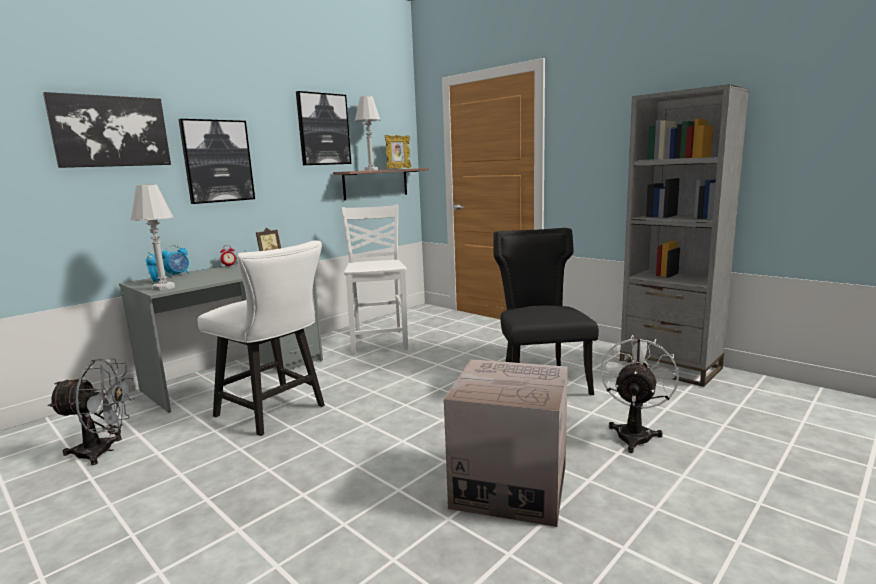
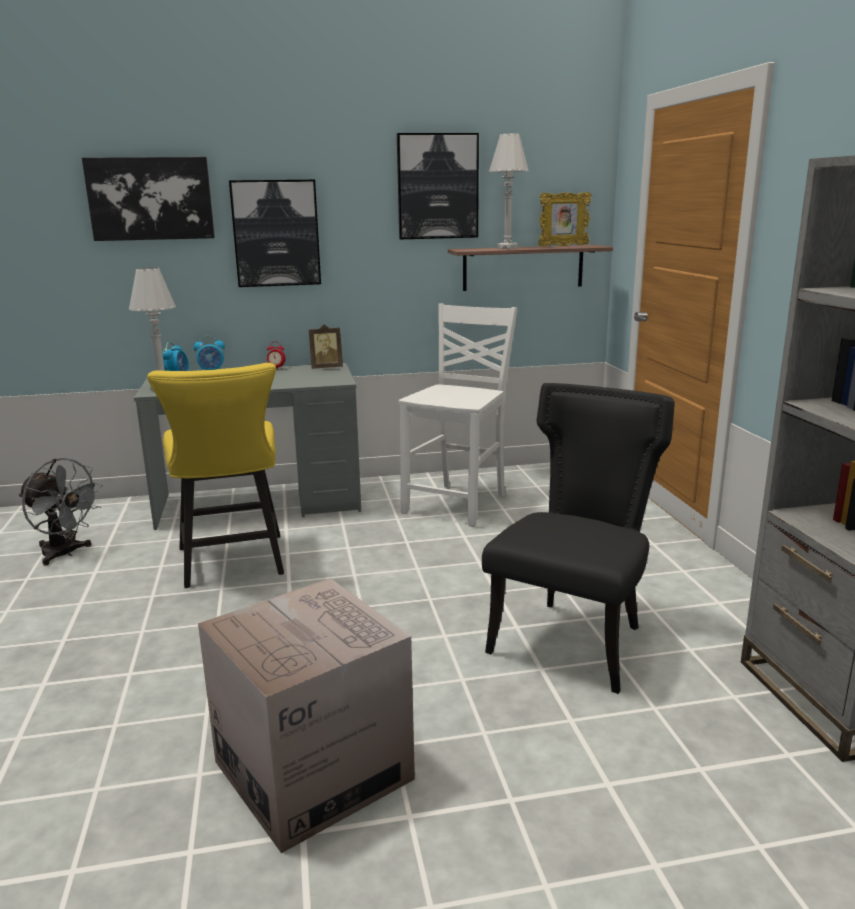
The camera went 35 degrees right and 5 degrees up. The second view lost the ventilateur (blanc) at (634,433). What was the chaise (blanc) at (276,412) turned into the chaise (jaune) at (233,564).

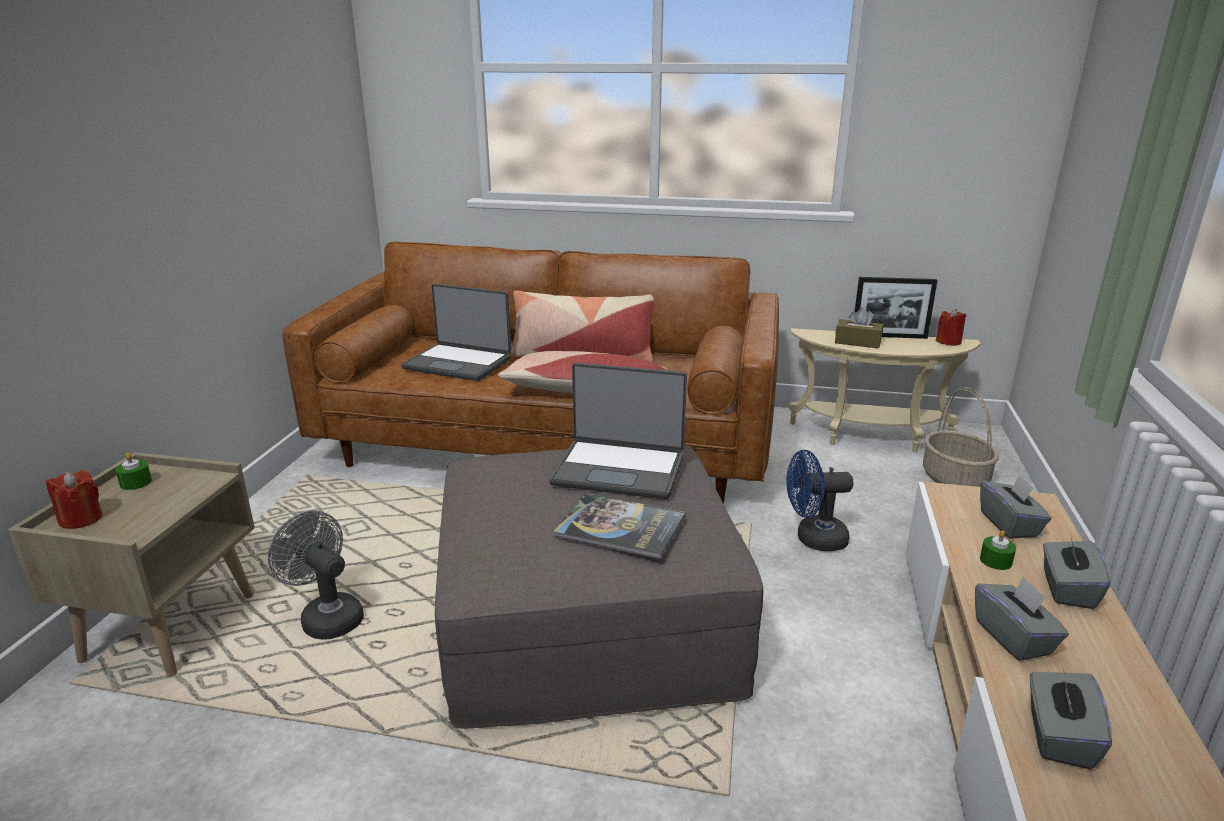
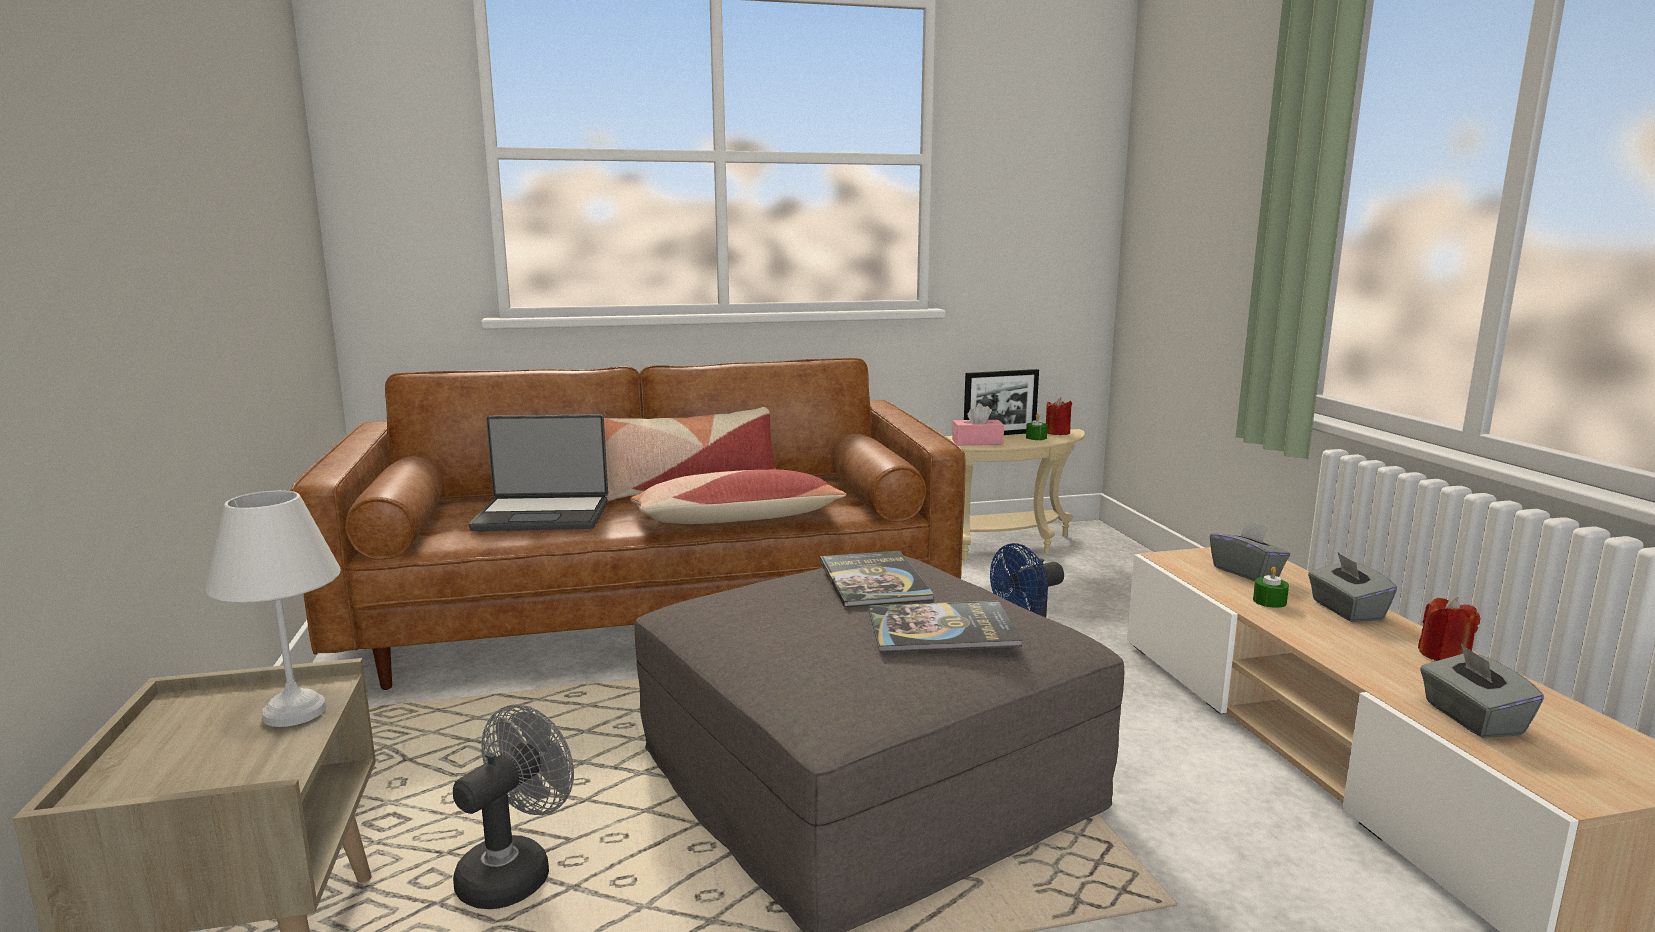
The camera went 25 degrees left and 10 degrees down. The second view lost the panier at (955,479). The second view lost the boîte à mouchoirs (gris) at (1013,637). The second view gained the lampe de table (blanc) at (298,711). The bougie (rouge) ended up elsewhere, having gone from (81,519) to (1444,656). The bougie (vert) ended up elsewhere, having gone from (136,483) to (1036,437). Where the ordinateur portable stood at (619,469), the livre came to stand at (873,580). What was the boîte à mouchoirs (marron) at (857,342) turned into the boîte à mouchoirs (rose) at (977,442). The ventilateur (gris) at (326,617) ended up facing another way, 105 degrees clockwise from before.

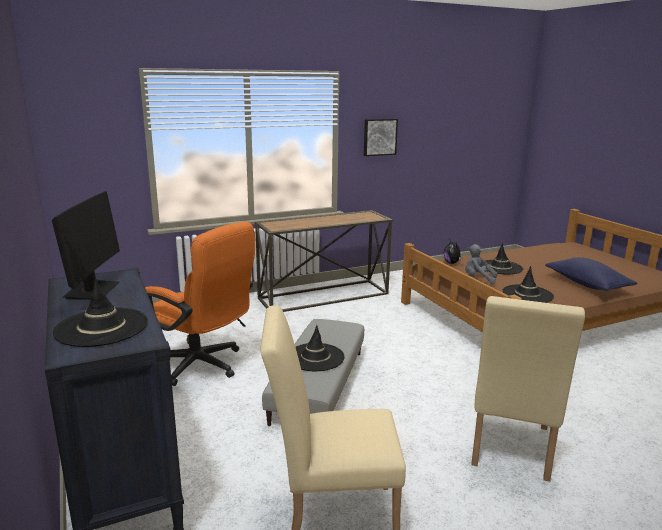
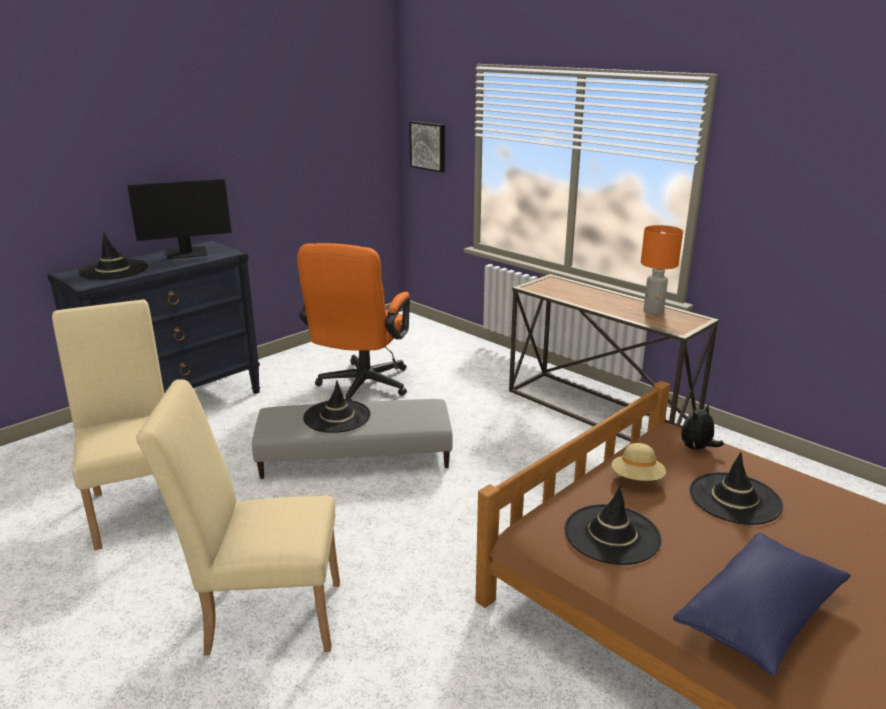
The camera went 70 degrees right and 5 degrees up. The second view gained the lampe de table (orange) at (654,311). The tableau ended up elsewhere, having gone from (379,137) to (428,146). Where the peluche (gris) stood at (478,279), the chapeau (beige) came to stand at (637,479).

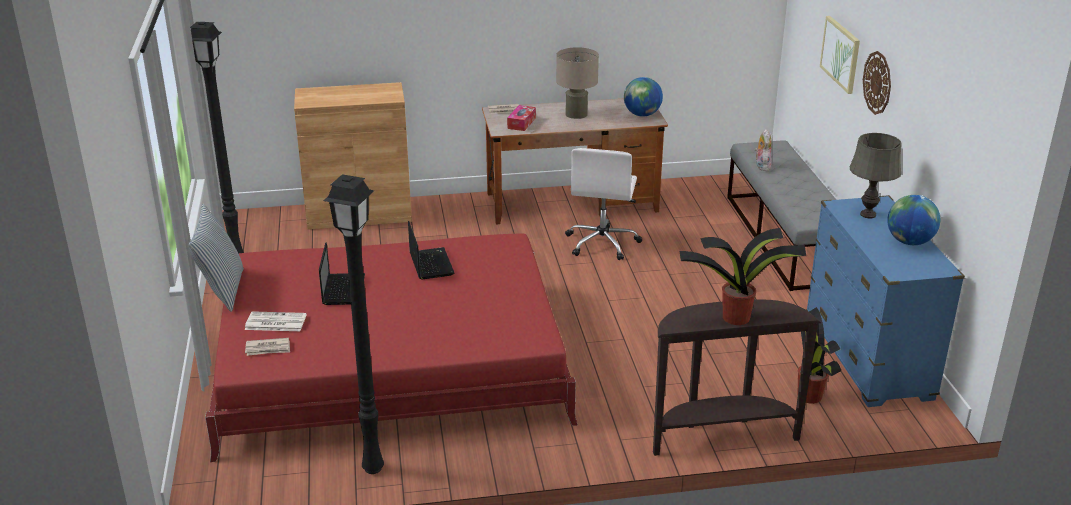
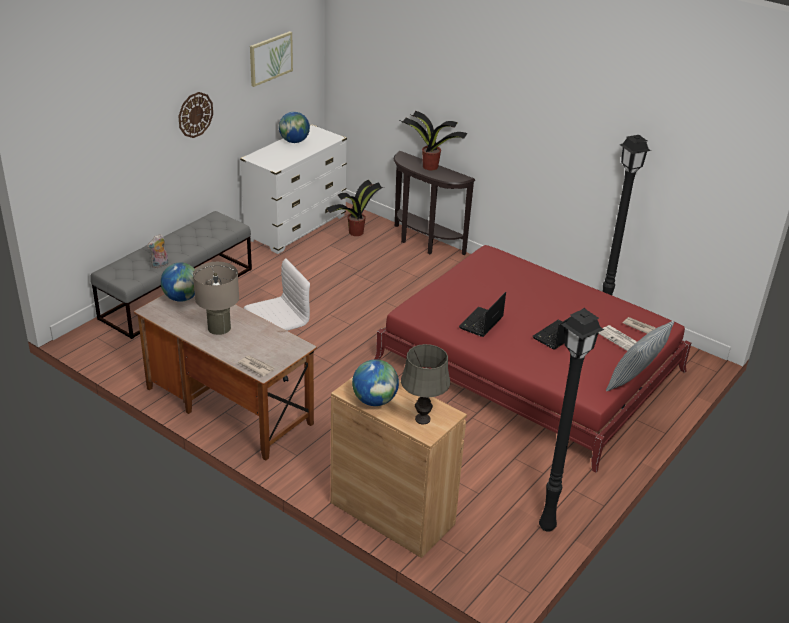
The camera went 135 degrees left and 5 degrees up. The second view lost the boîte à mouchoirs at (521,123). The second view gained the globe at (375,400). The tableau ended up elsewhere, having gone from (841,54) to (270,58). The lampe de table (gris) ended up elsewhere, having gone from (868,215) to (423,419). What was the commode (bleu) at (868,358) turned into the commode (blanc) at (296,227).

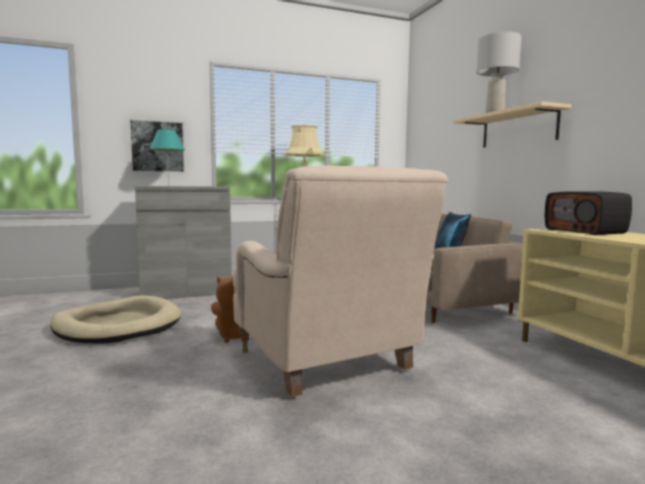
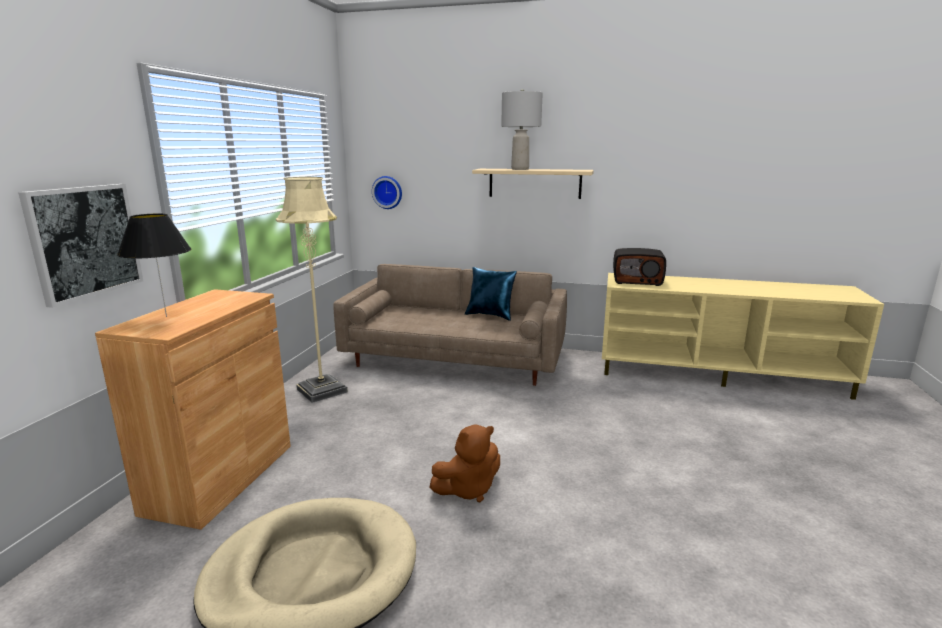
The camera went 55 degrees left and 10 degrees up. The second view lost the fauteuil (beige) at (327,363). The second view gained the horloge murale at (387,192). What was the meuble de rangement (gris) at (186,292) turned into the meuble de rangement (marron) at (220,478). What was the lampe de table (turquoise) at (168,185) turned into the lampe de table (noir) at (166,316).

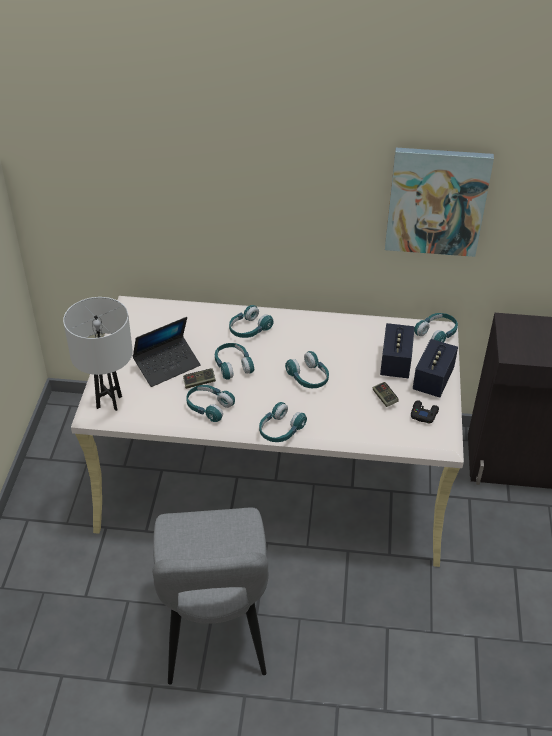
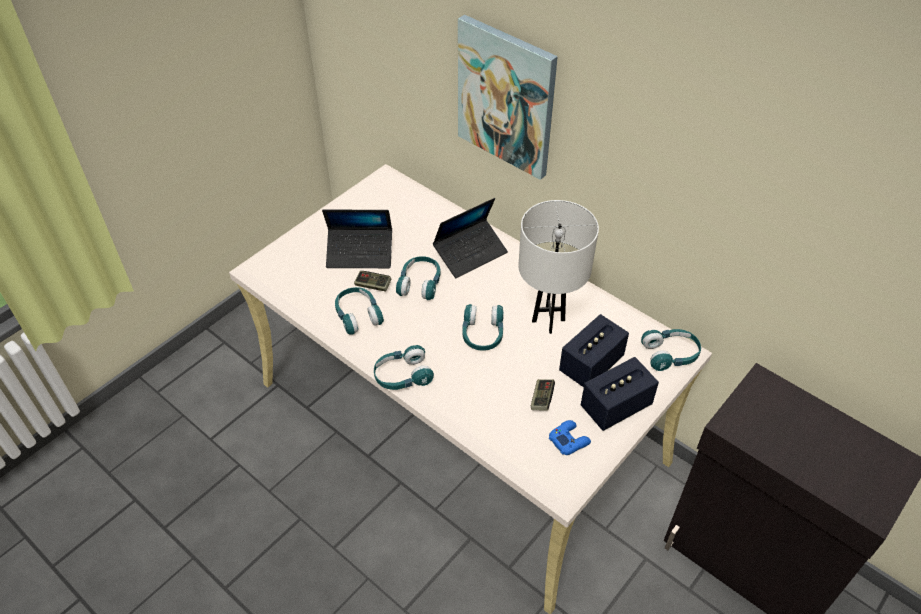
The camera went 35 degrees right and 5 degrees up. The second view lost the chaise (gris) at (214,631). The lampe de table (blanc) ended up elsewhere, having gone from (109,402) to (548,321). The tableau ended up elsewhere, having gone from (436,201) to (506,97). Where the casque audio (turquoise) stood at (249,329), the ordinateur portable came to stand at (470,253). What was the manette (noir) at (423,414) turned into the manette (bleu) at (569,440).

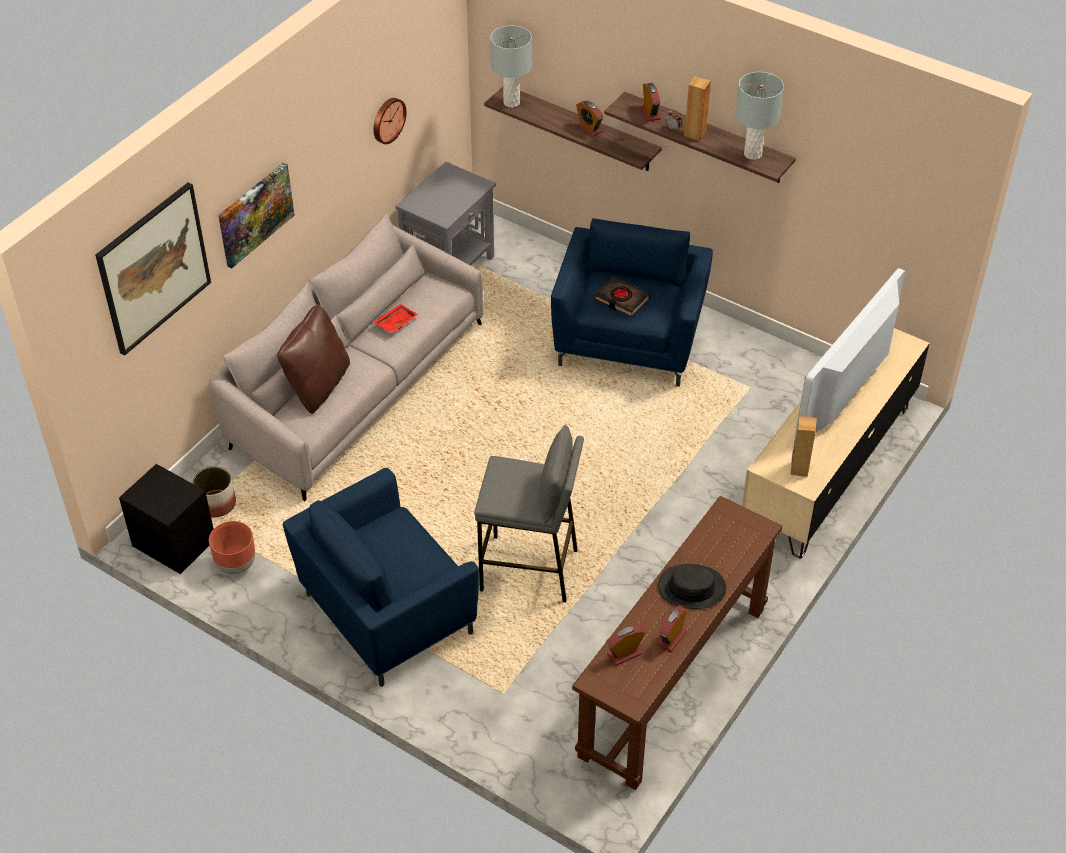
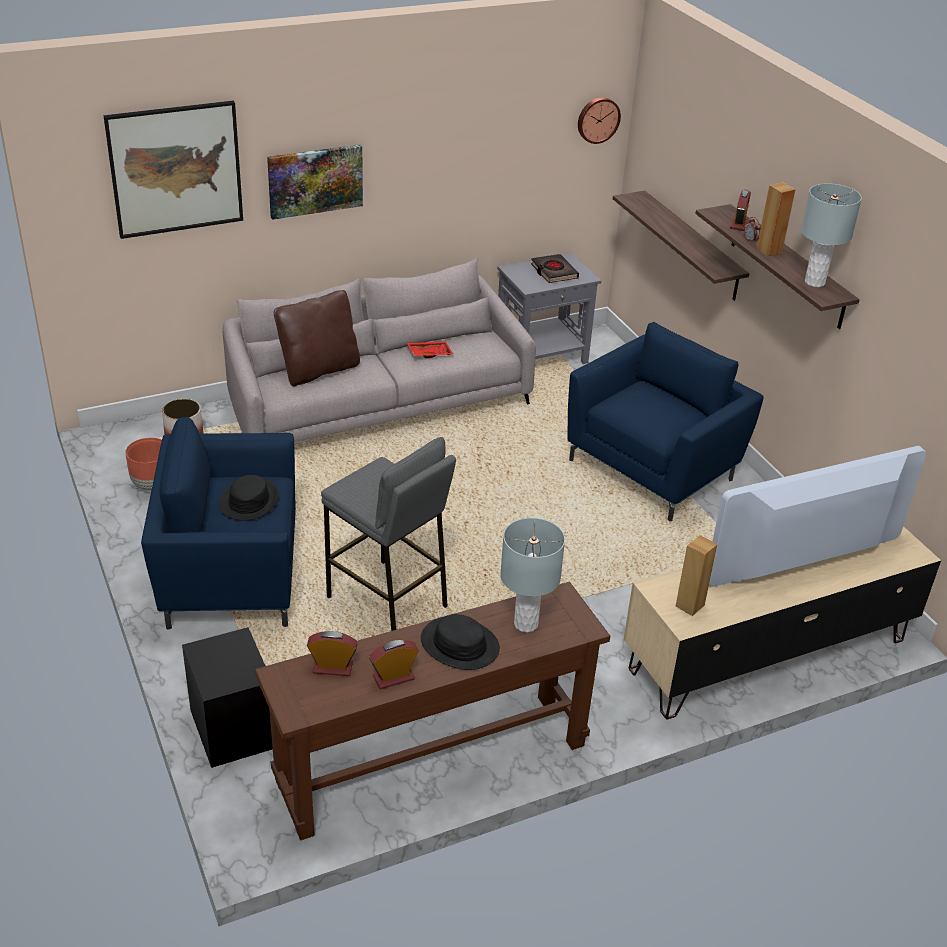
The camera went 30 degrees right and 10 degrees down. The second view lost the réveil at (589,129). The second view gained the chapeau (noir) at (249,500). The table de chevet (noir) ended up elsewhere, having gone from (175,542) to (234,728). The horloge murale ended up elsewhere, having gone from (387,120) to (597,119). The lampe de table (gris) ended up elsewhere, having gone from (511,102) to (526,624). The livre (noir) ended up elsewhere, having gone from (621,299) to (554,272).

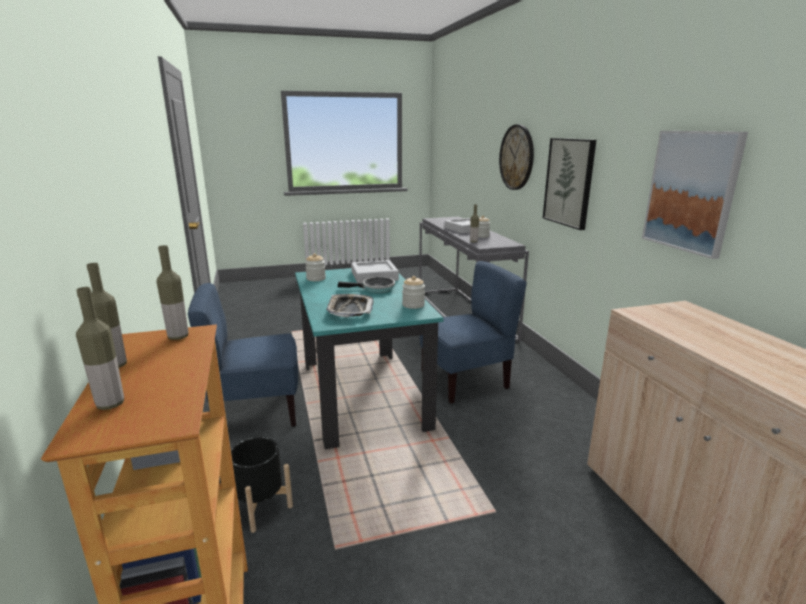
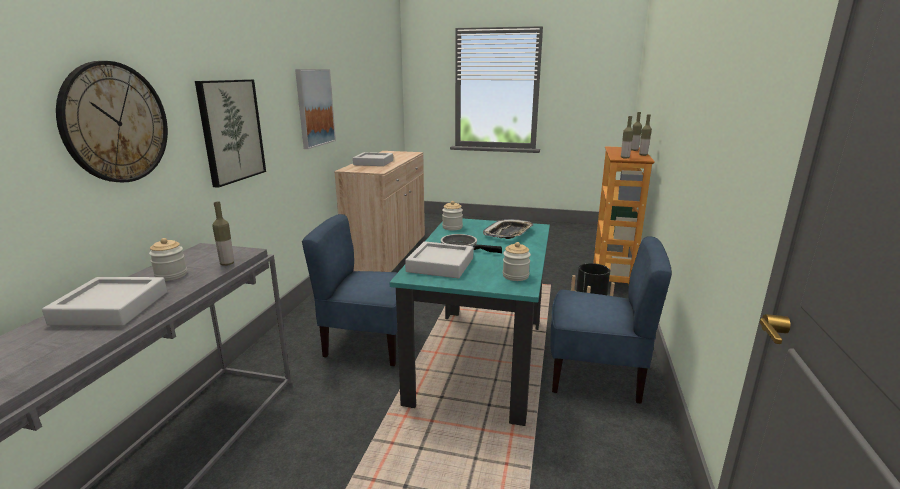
The camera went 150 degrees left and 0 degrees up. The second view gained the plateau (gris) at (373,163).

